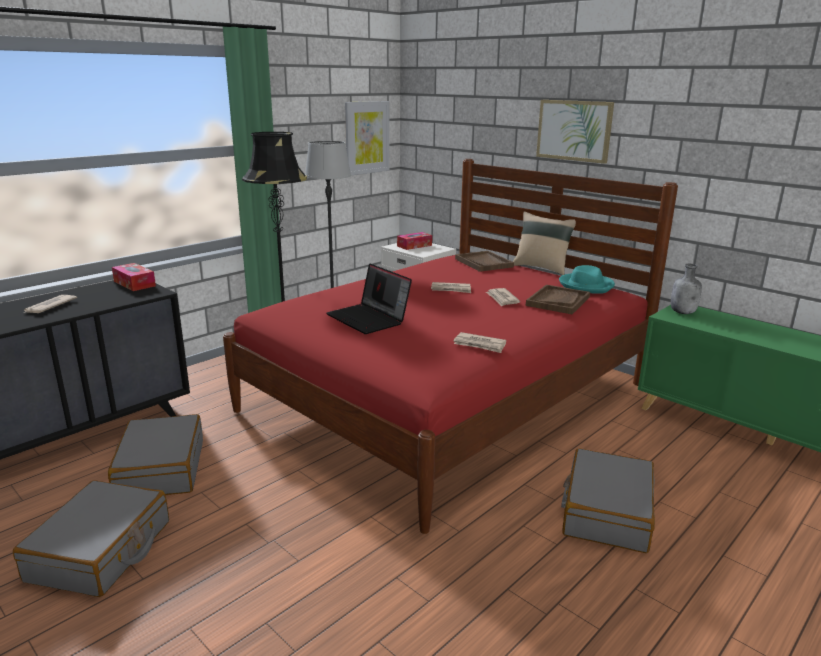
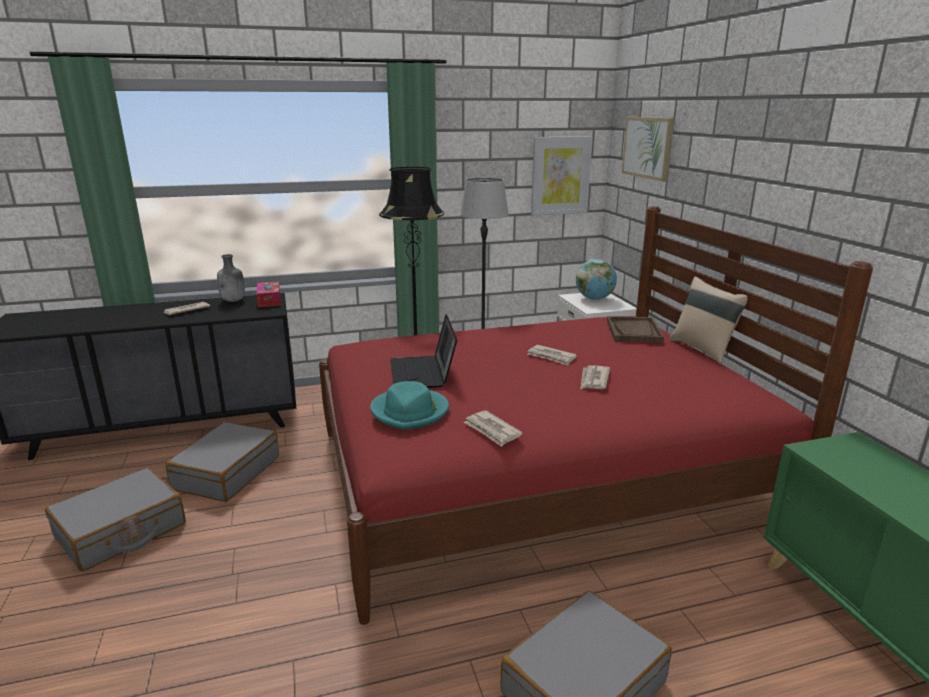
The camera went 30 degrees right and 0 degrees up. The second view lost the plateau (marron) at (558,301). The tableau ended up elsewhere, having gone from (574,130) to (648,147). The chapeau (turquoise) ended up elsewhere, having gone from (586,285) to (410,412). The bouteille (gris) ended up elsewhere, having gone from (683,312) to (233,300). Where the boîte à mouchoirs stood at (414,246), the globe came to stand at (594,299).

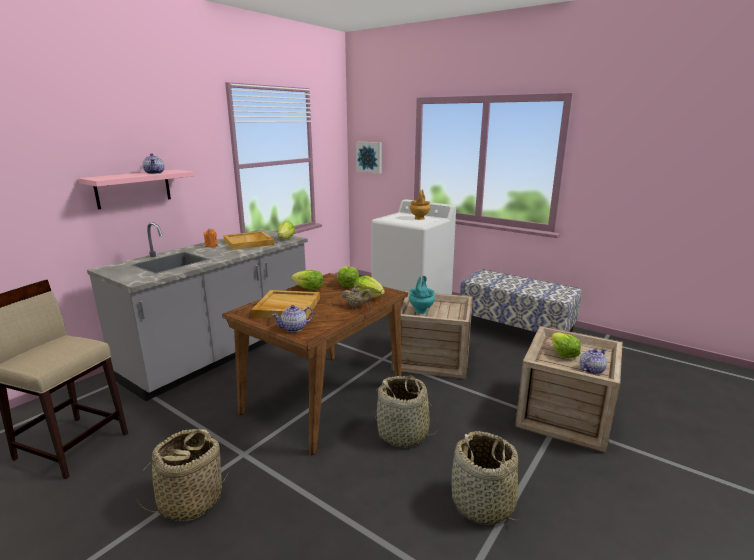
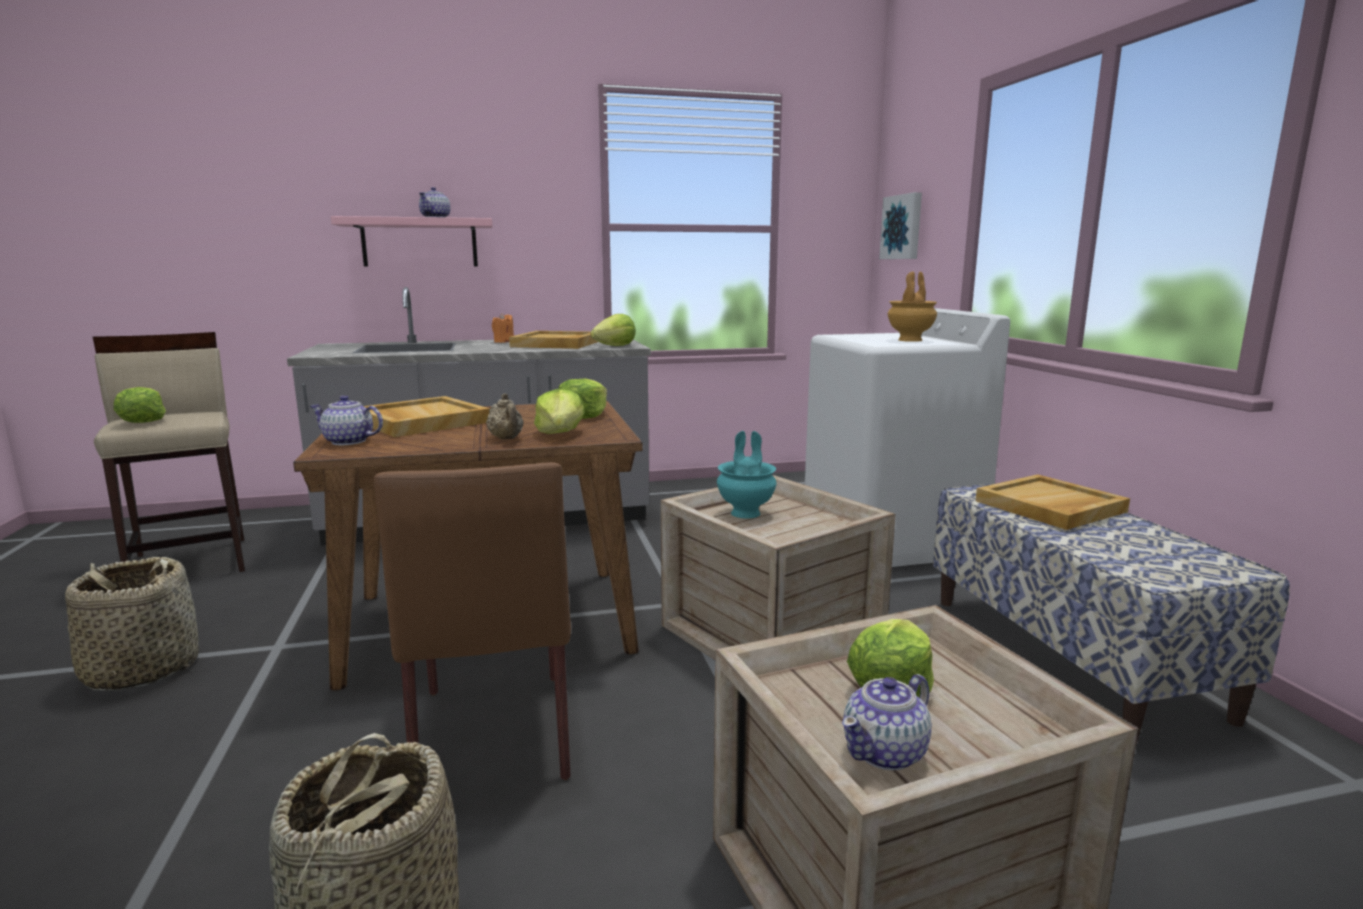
The camera went 40 degrees right and 5 degrees down. The second view gained the plateau (beige) at (1050,506). The laitue ended up elsewhere, having gone from (308,288) to (142,420). Where the panier stood at (403,433), the chaise (marron) came to stand at (493,729). The théière at (591,370) ended up facing another way, 135 degrees clockwise from before.

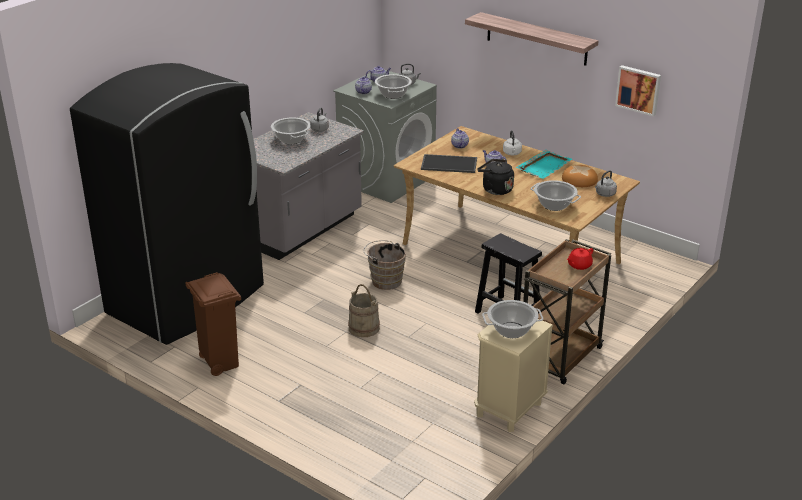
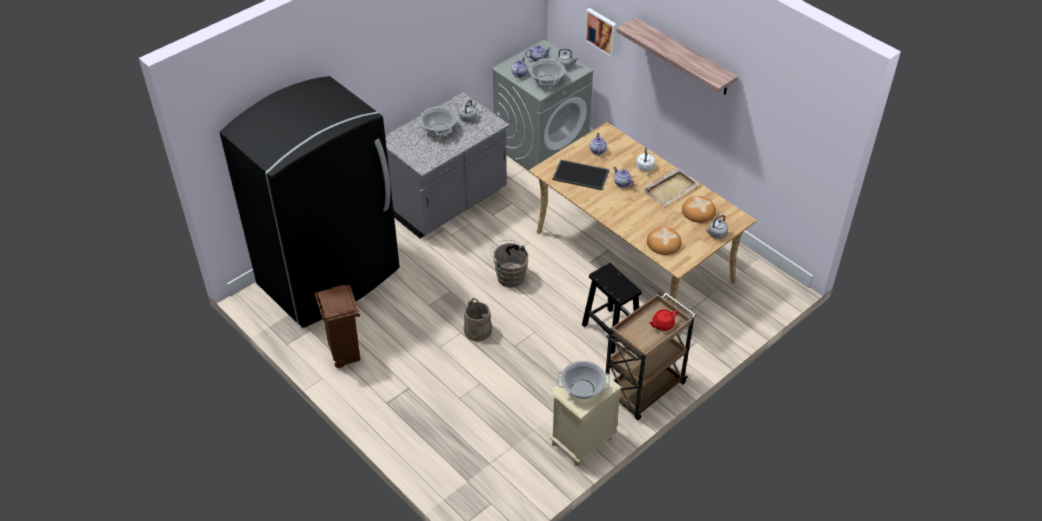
The camera went 10 degrees right and 15 degrees up. The second view lost the bouilloire (noir) at (495,189). The tableau ended up elsewhere, having gone from (638,90) to (602,31). Where the marmite stood at (554,205), the pain came to stand at (664,243). What was the plateau (turquoise) at (544,166) turned into the plateau (beige) at (671,188).

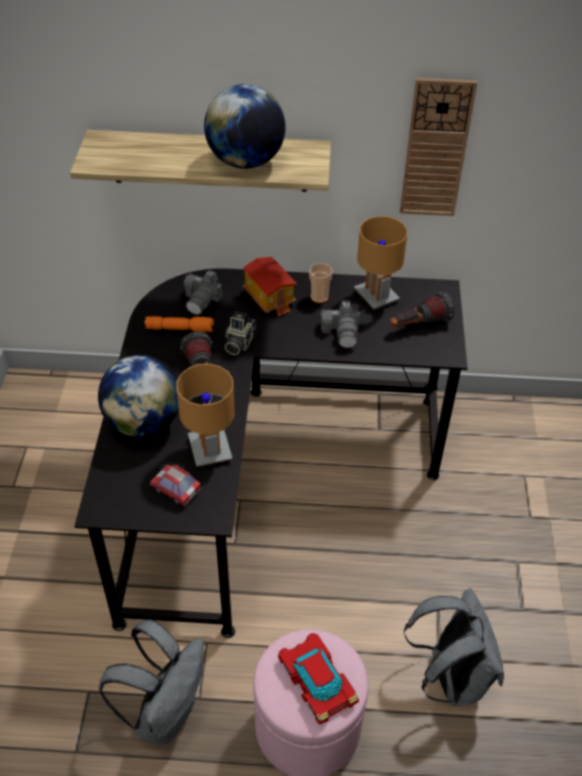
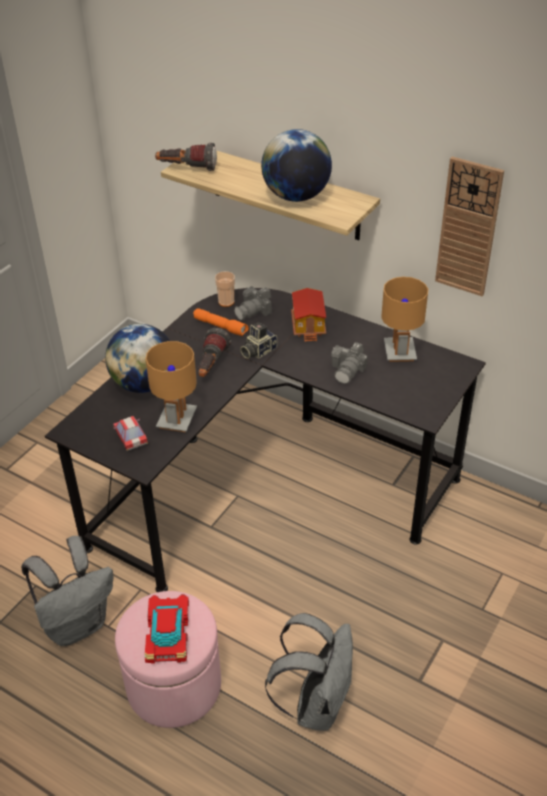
The camera went 30 degrees right and 5 degrees down. The tasse ended up elsewhere, having gone from (319,297) to (226,302). The lampe de poche ended up elsewhere, having gone from (418,325) to (187,169).

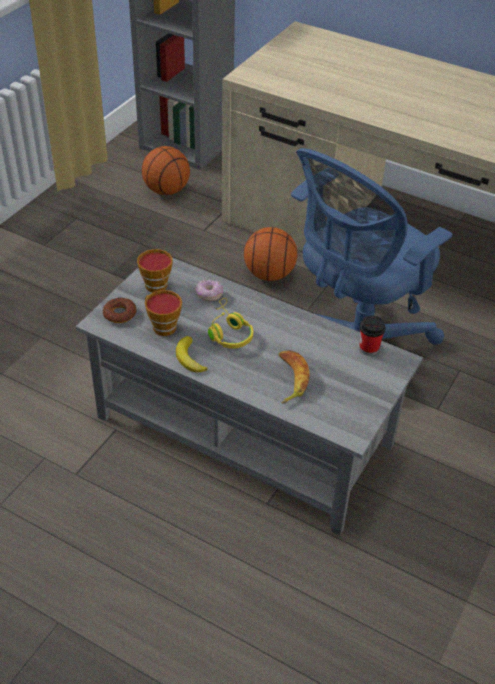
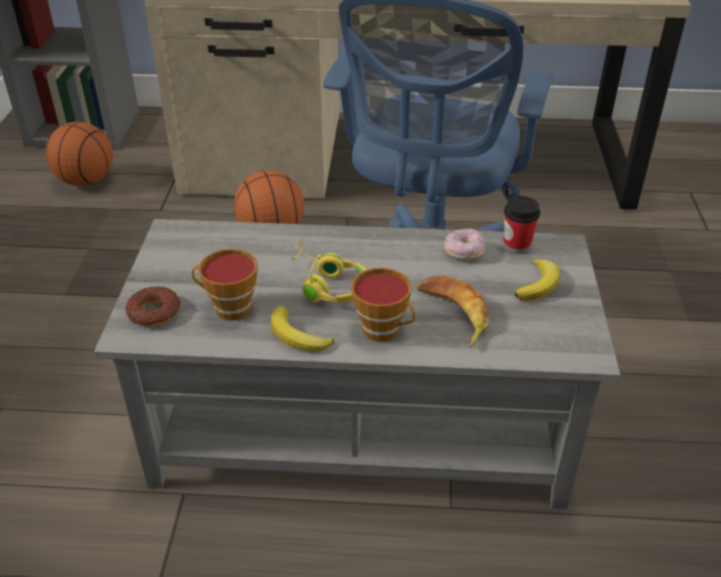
The camera went 25 degrees left and 5 degrees down. The second view gained the banane at (538,284). The tasse ended up elsewhere, having gone from (157,287) to (385,330). The beignet ended up elsewhere, having gone from (209,295) to (464,252).

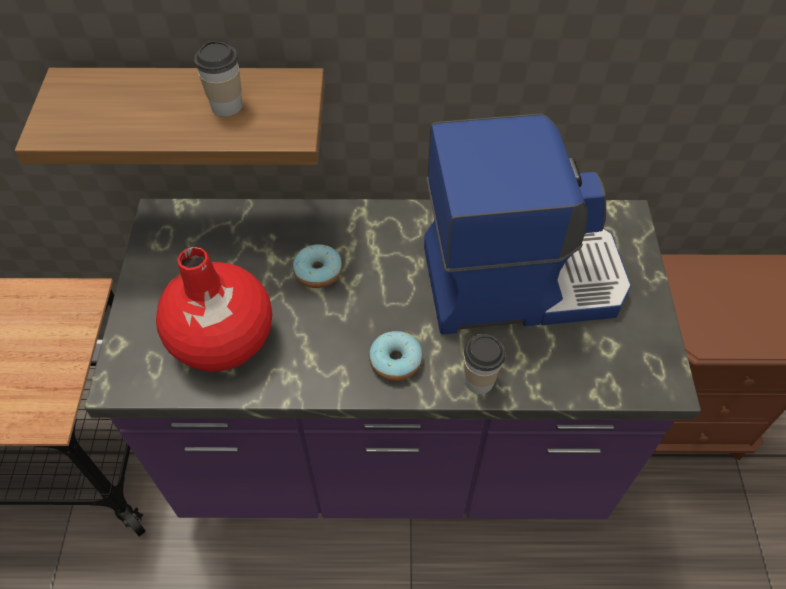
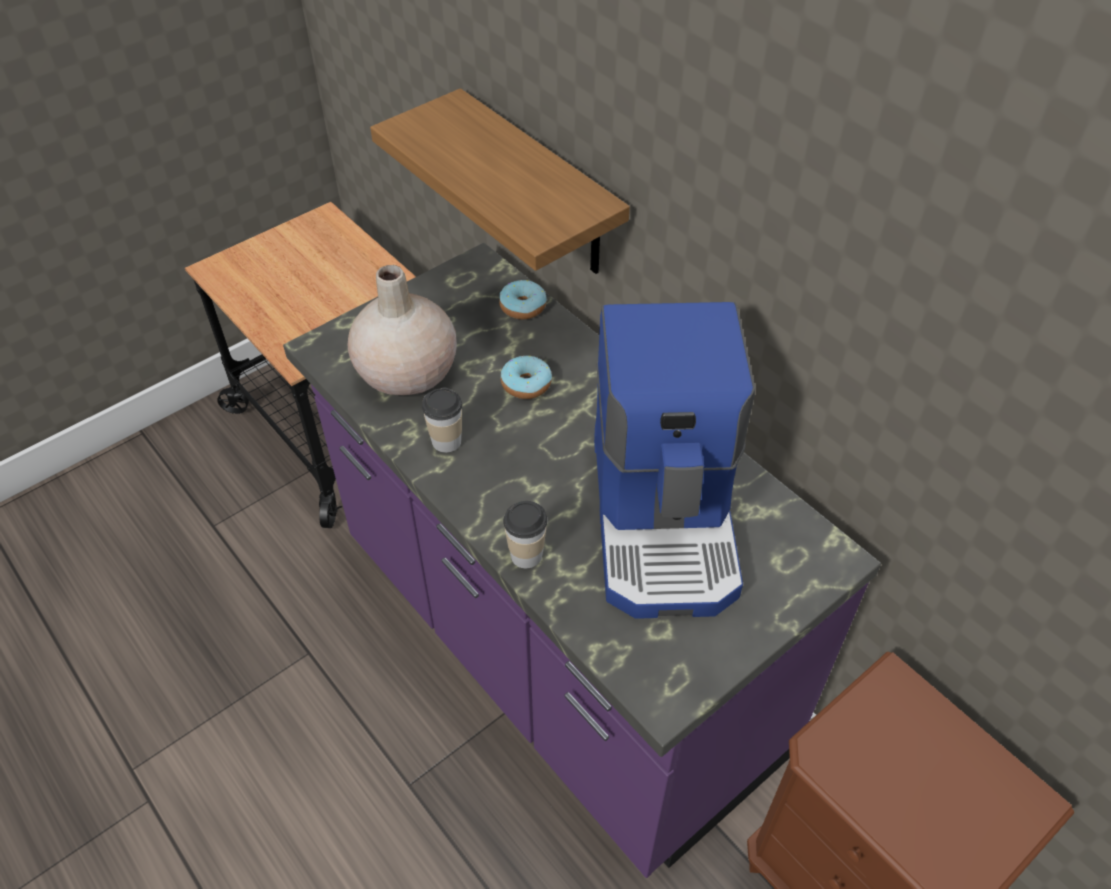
The camera went 50 degrees right and 5 degrees down. The tasse ended up elsewhere, having gone from (227,106) to (446,441). The beignet ended up elsewhere, having gone from (395,361) to (523,307). What was the vase (rouge) at (222,340) turned into the vase (beige) at (406,373). The machine à café at (520,278) ended up facing another way, 45 degrees clockwise from before.

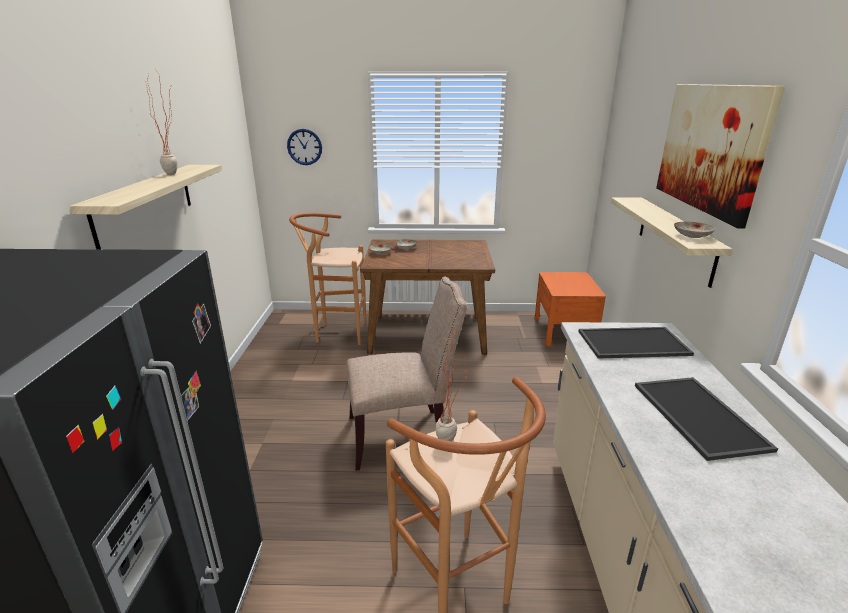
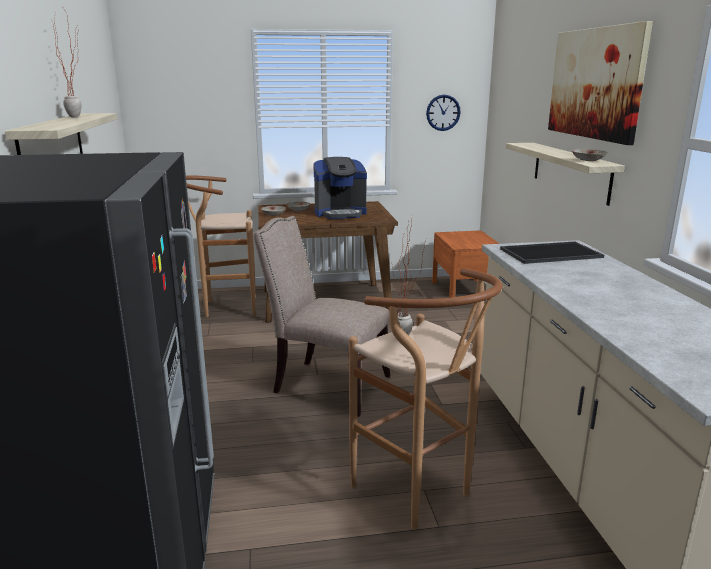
The camera went 10 degrees left and 5 degrees down. The second view lost the plateau at (696,415). The second view gained the machine à café at (340,213). The horloge murale ended up elsewhere, having gone from (304,147) to (443,112). The chaise (beige) at (402,435) ended up facing another way, 135 degrees counterclockwise from before.

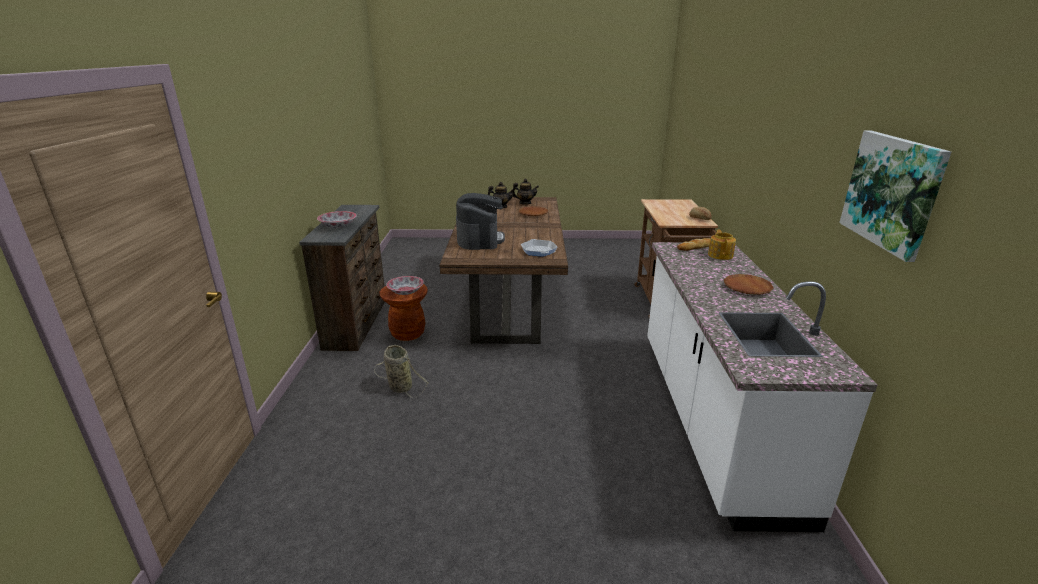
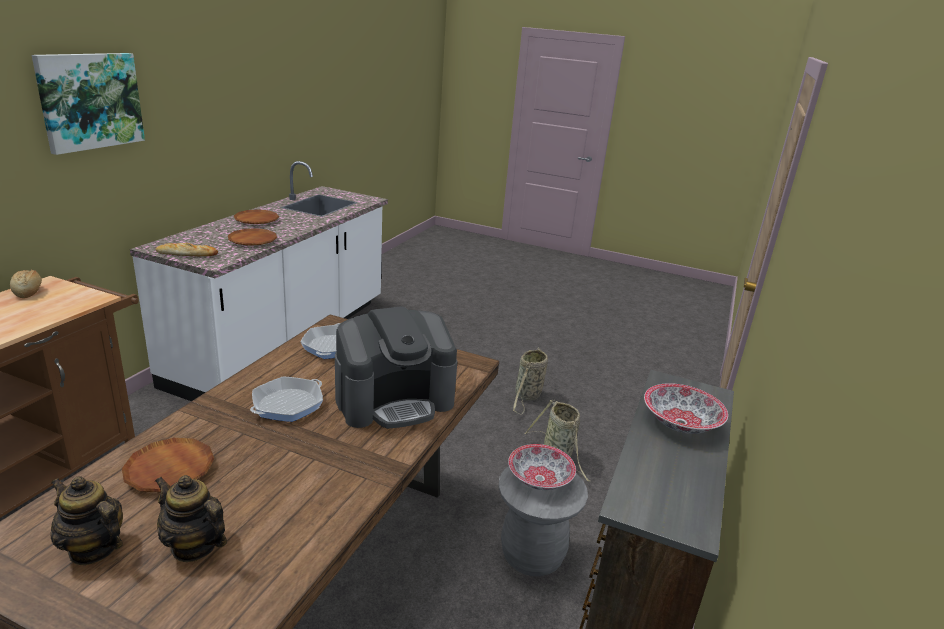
The camera went 160 degrees left and 0 degrees up. The second view lost the théière at (720,255). The second view gained the assiette (marron) at (252,240). The second view gained the poêle at (288,404). The second view gained the panier at (527,396). The tableau ended up elsewhere, having gone from (892,192) to (90,101). What was the tabouret (marron) at (408,333) turned into the tabouret (gris) at (532,555). The machine à café at (480,239) ended up facing another way, 135 degrees counterclockwise from before.

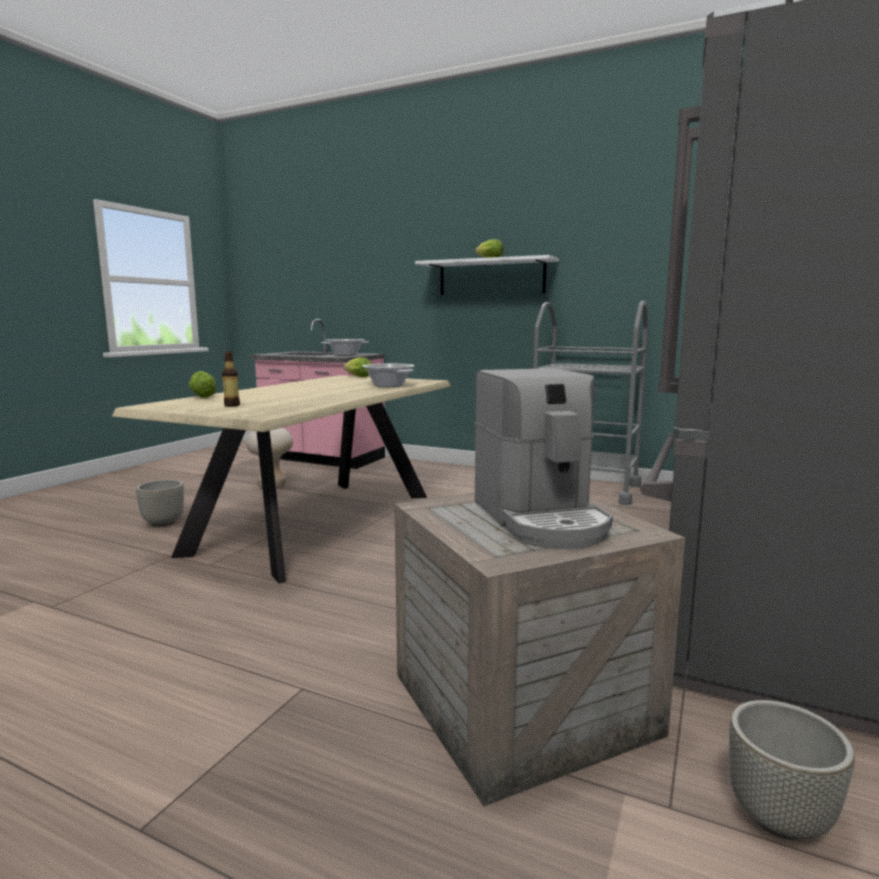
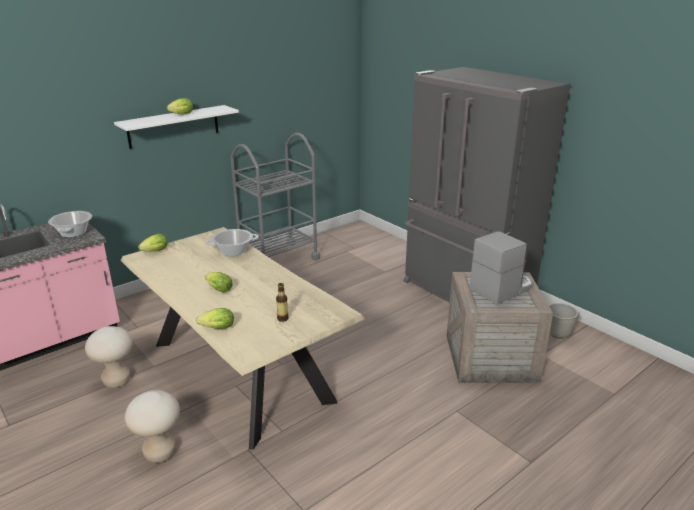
The camera went 65 degrees left and 15 degrees up. The second view gained the laitue at (218,289). Where the cache-pot (gris) stood at (163,523), the tabouret (beige) came to stand at (160,453). The machine à café at (541,519) ended up facing another way, 45 degrees counterclockwise from before.

